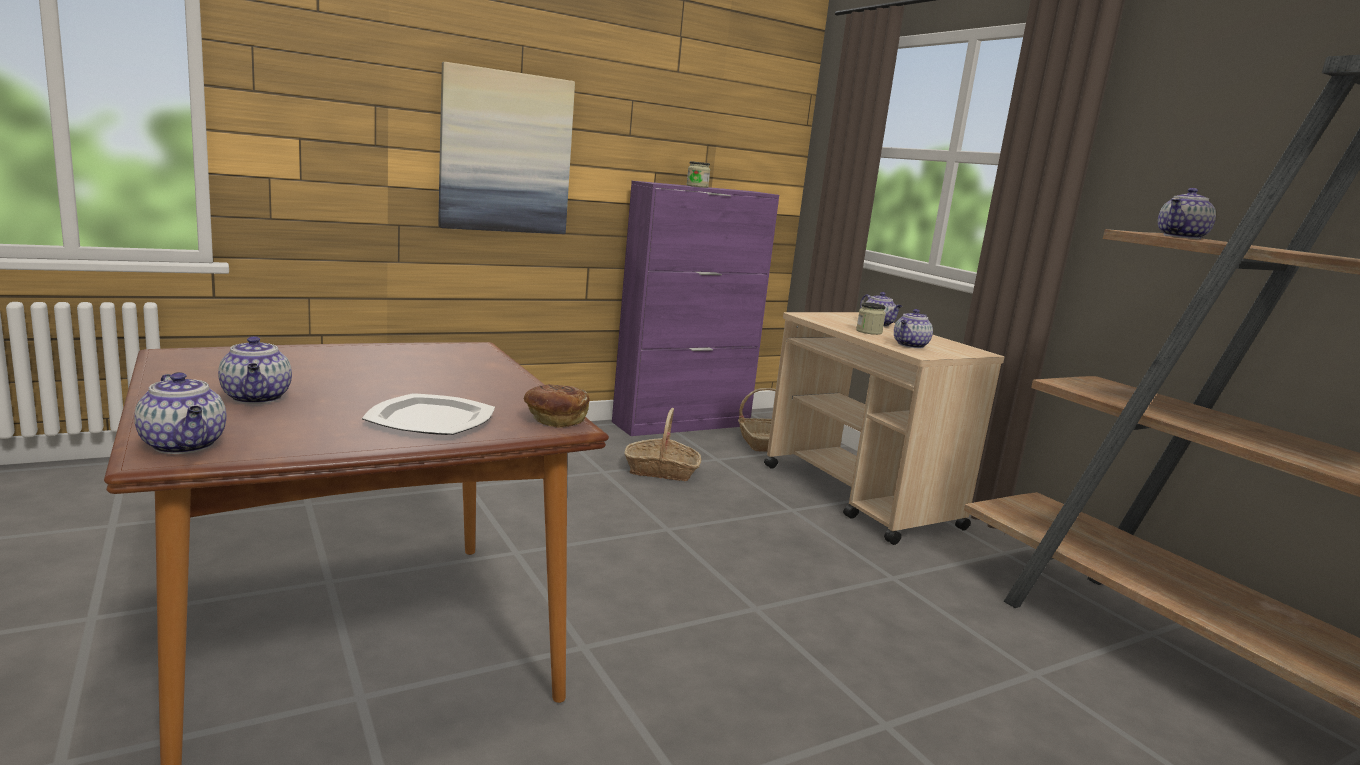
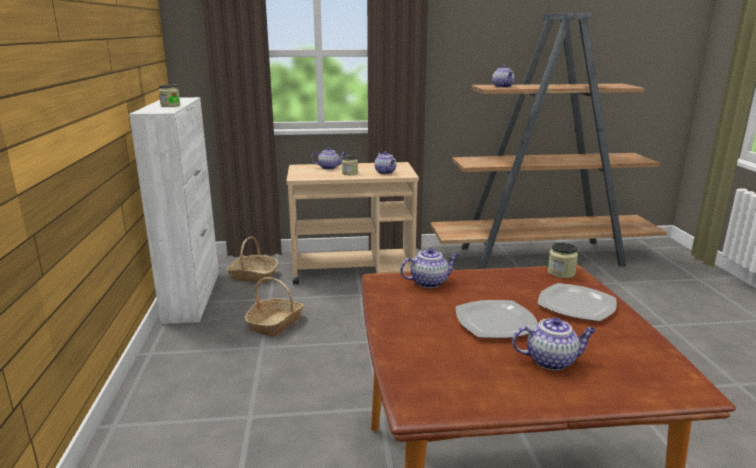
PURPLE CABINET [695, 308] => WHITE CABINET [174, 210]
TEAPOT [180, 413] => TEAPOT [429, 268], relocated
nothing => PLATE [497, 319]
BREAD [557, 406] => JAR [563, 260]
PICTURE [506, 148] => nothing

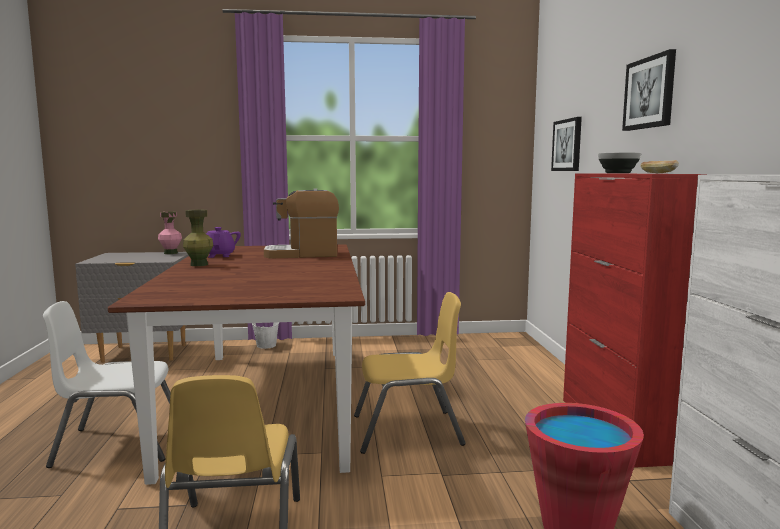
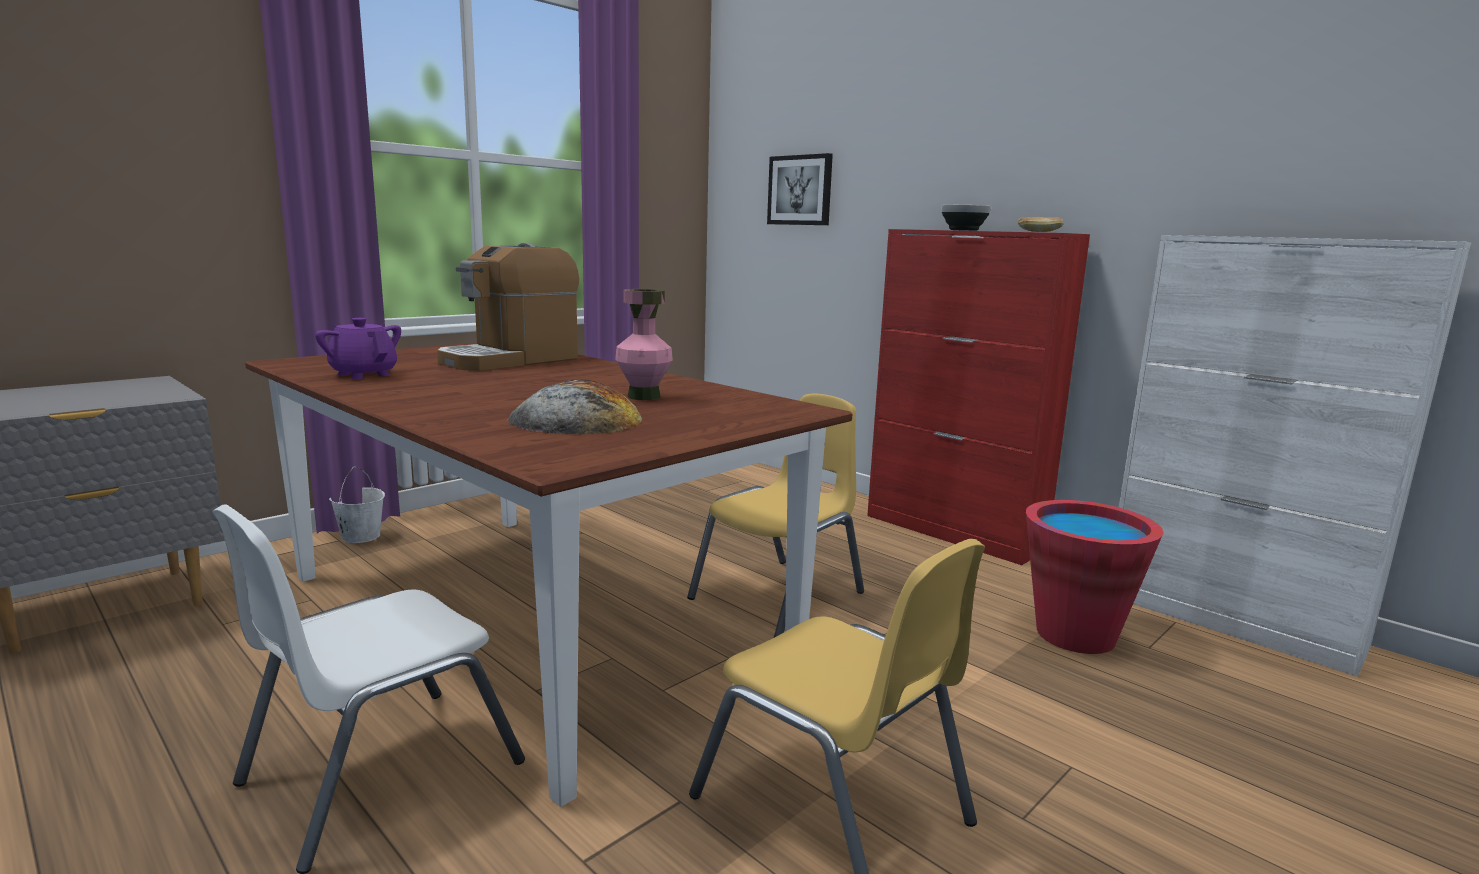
nothing => BREAD [575, 406]
PINK VASE [170, 233] => PINK VASE [644, 344], relocated
GREEN VASE [198, 238] => nothing
PICTURE [649, 90] => nothing

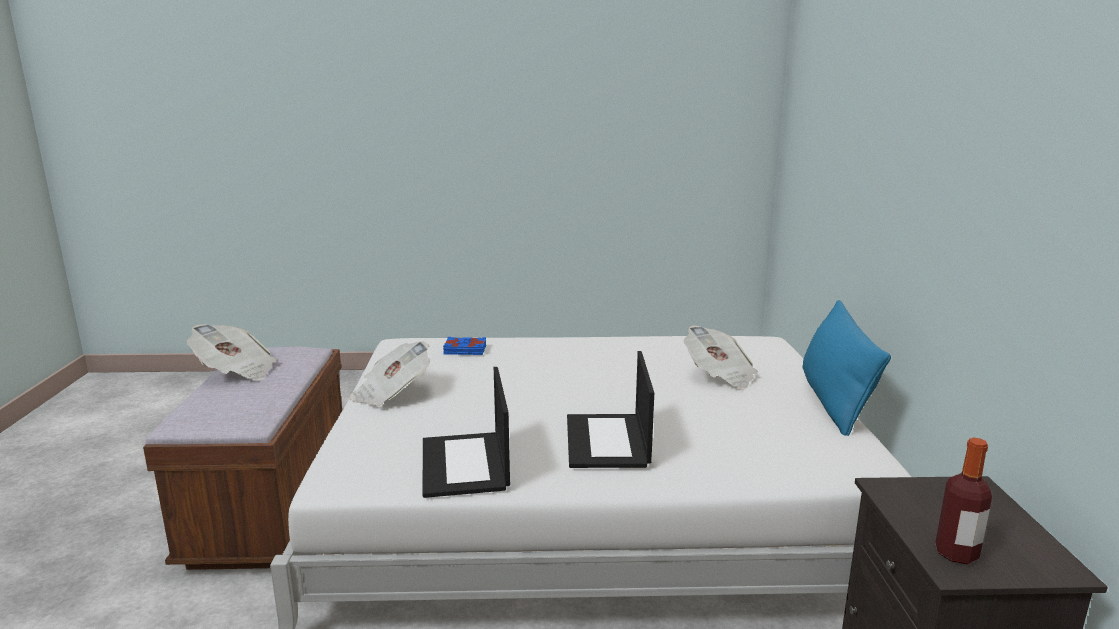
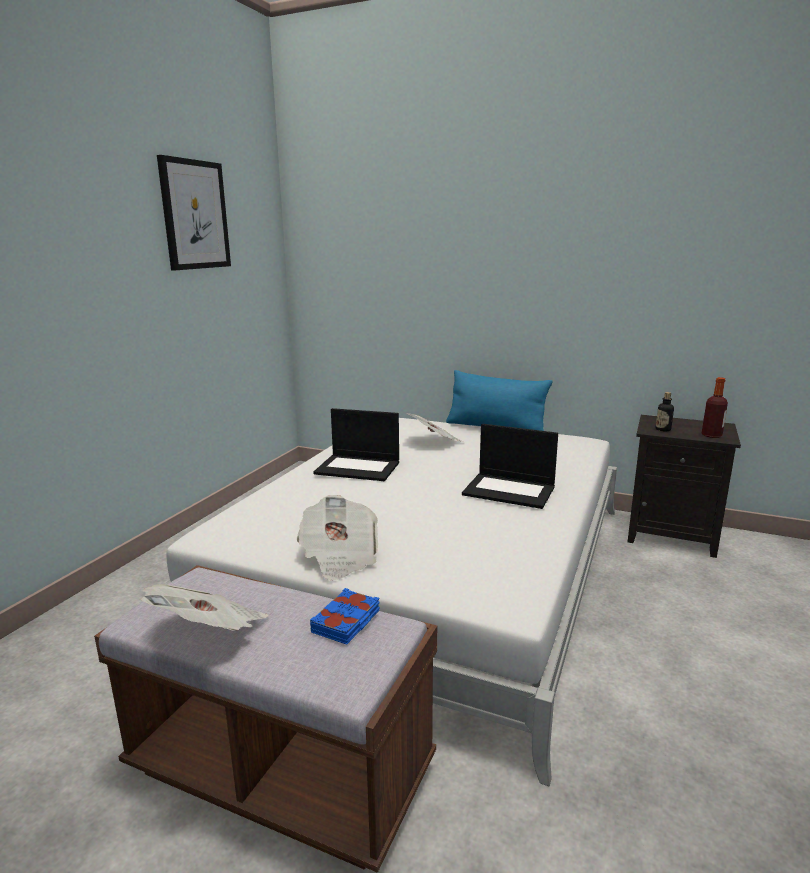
nothing => PICTURE [194, 212]
BLUE BOOK [464, 346] => BLUE BOOK [345, 616], relocated
LAPTOP [466, 432] => LAPTOP [356, 444], relocated
nothing => BOTTLE [665, 411]

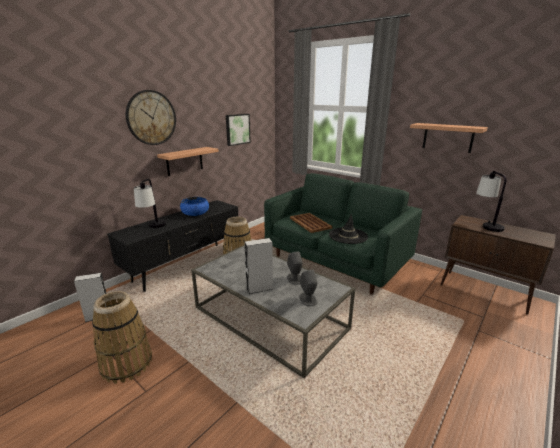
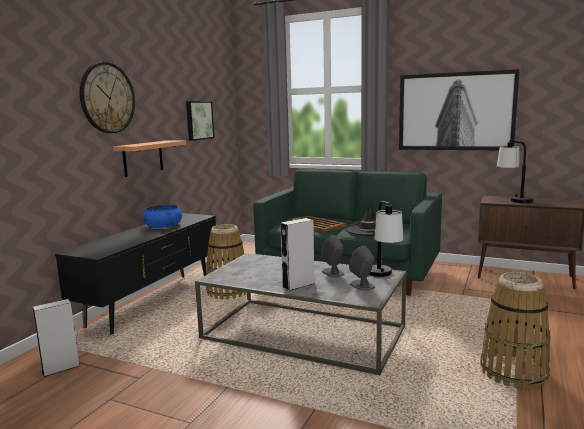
TABLE LAMP [150, 203] => TABLE LAMP [386, 239], relocated
SHELF [449, 138] => PICTURE [459, 109]
BASKET [122, 337] => BASKET [515, 331], relocated

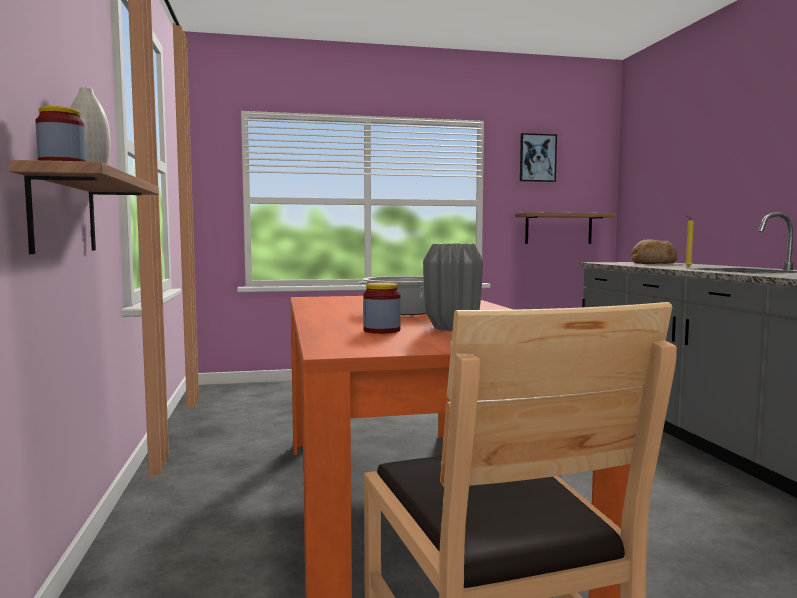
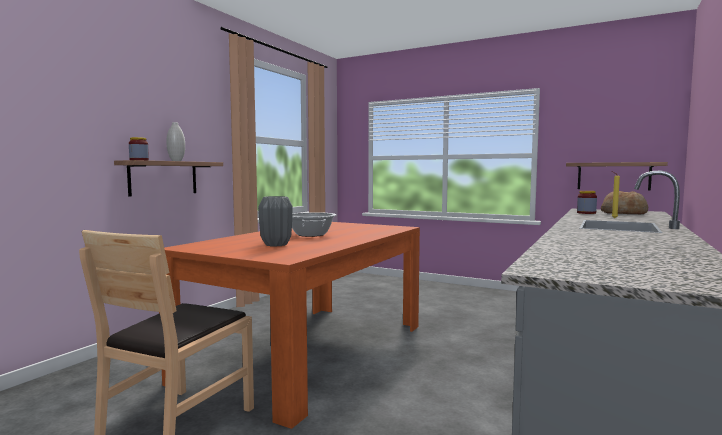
JAR [382, 308] => JAR [587, 202], relocated
PICTURE [538, 157] => nothing

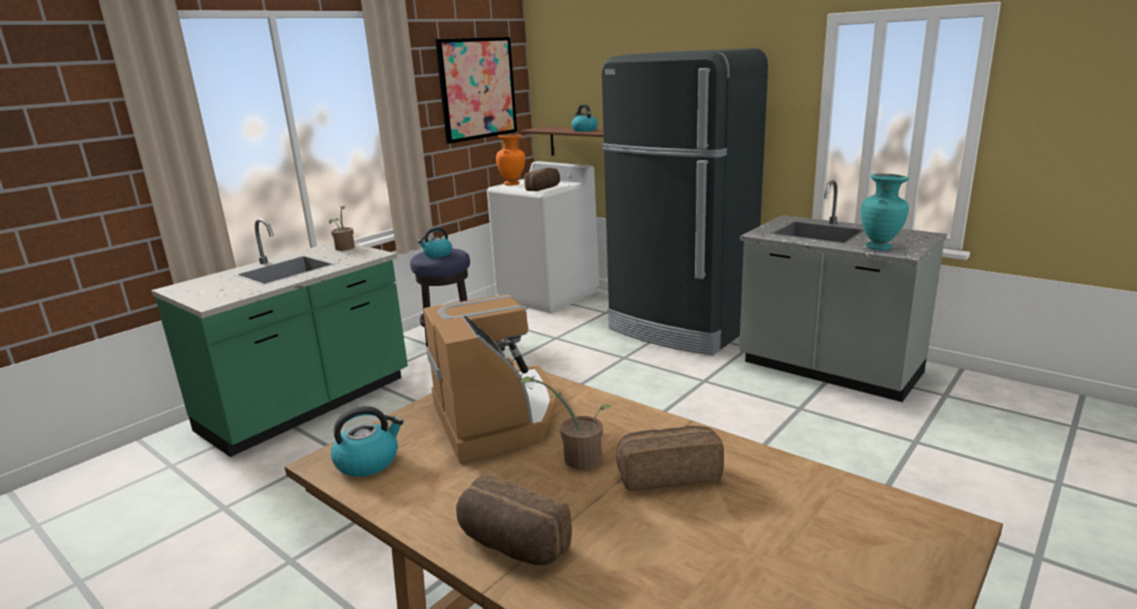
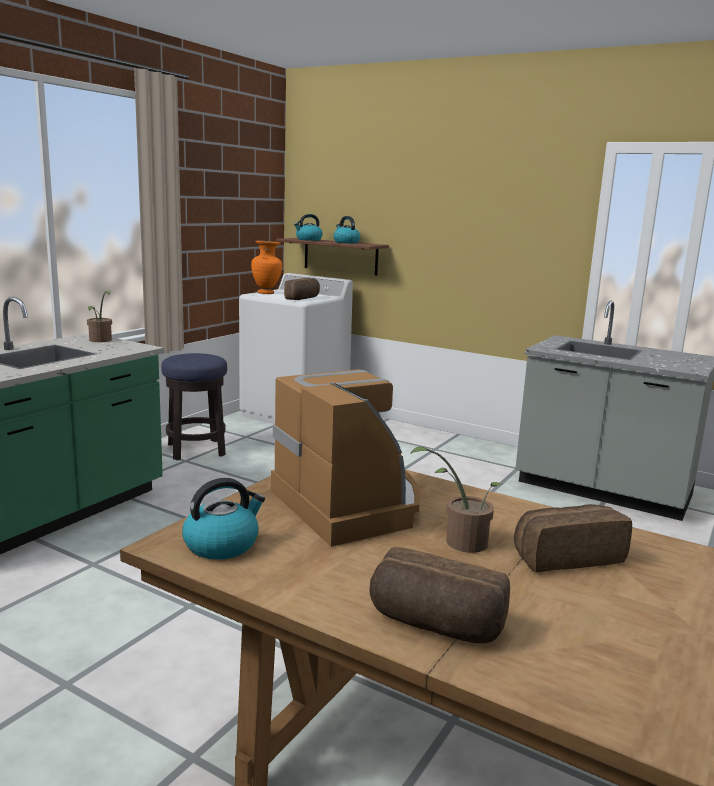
KETTLE [435, 242] => KETTLE [308, 227], relocated
PICTURE [476, 90] => nothing
BLACK FRIDGE [685, 201] => nothing
TURQUOISE VASE [885, 212] => nothing

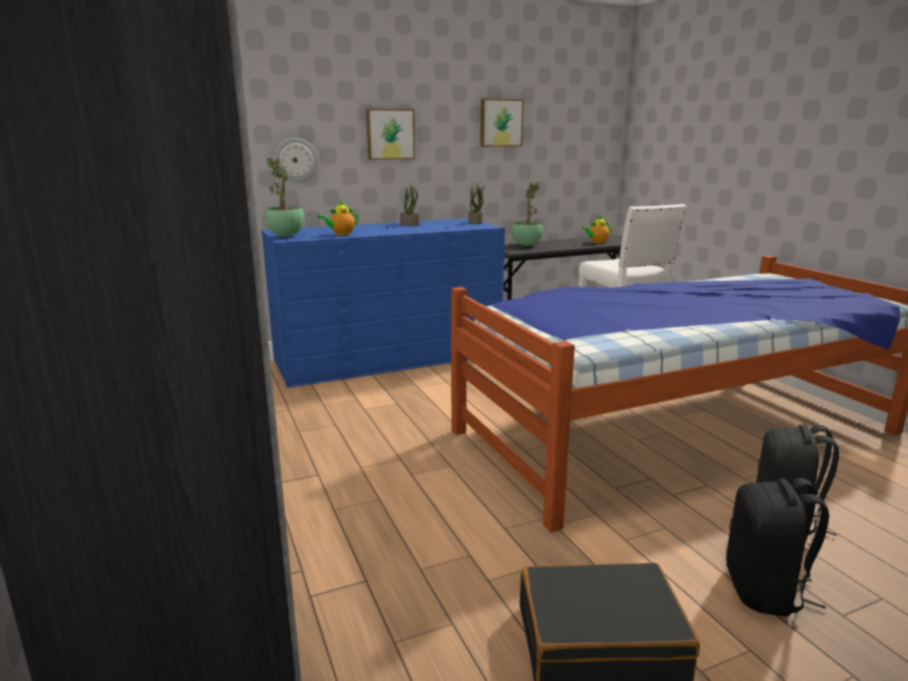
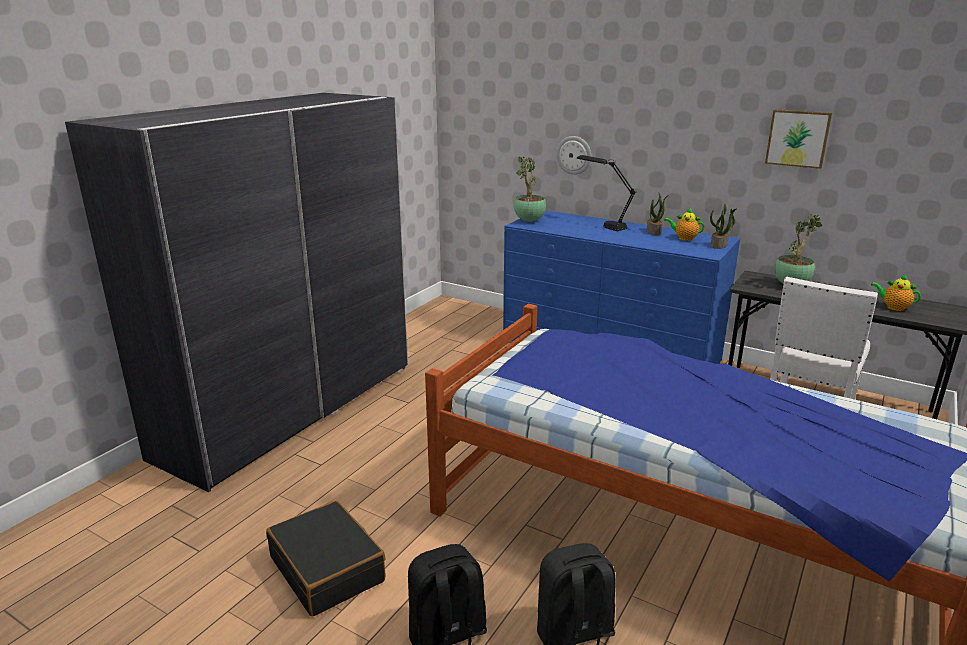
nothing => BLACK TABLE LAMP [606, 193]
TEAPOT [338, 217] => TEAPOT [684, 224], relocated
PICTURE [390, 134] => nothing

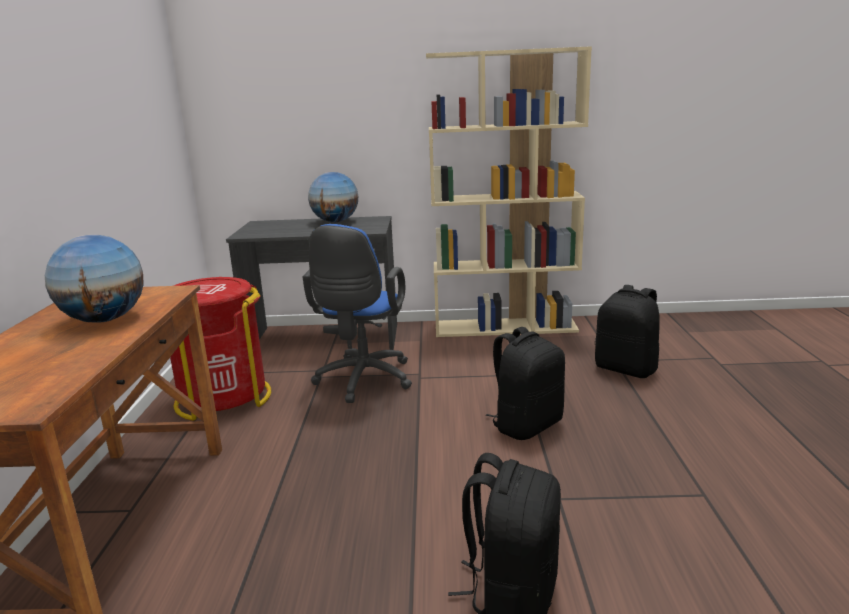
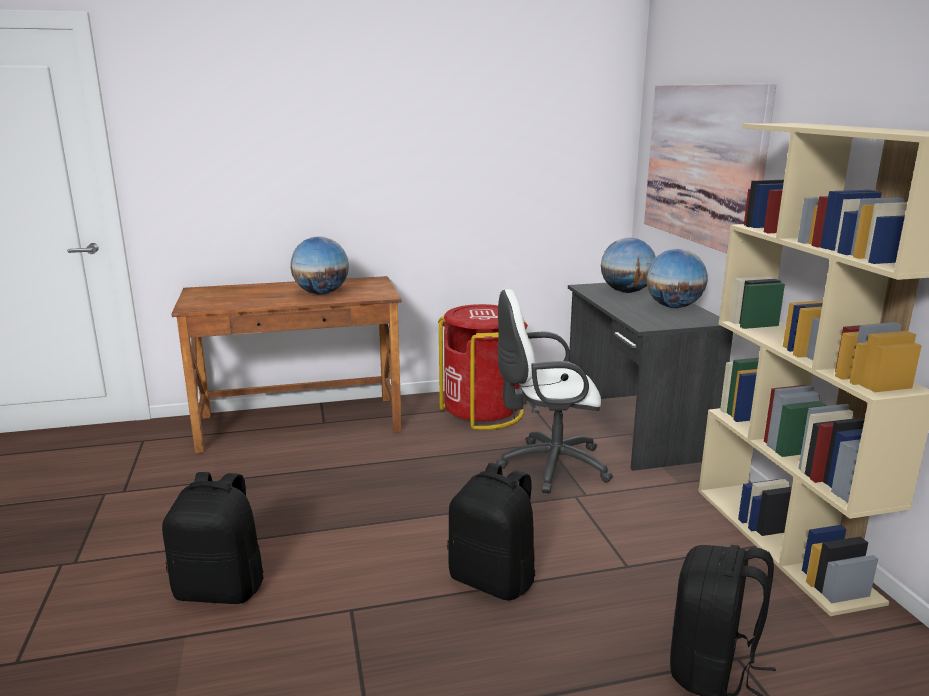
BLUE OFFICE CHAIR [357, 313] => WHITE OFFICE CHAIR [554, 391]
nothing => GLOBE [628, 265]
nothing => PICTURE [710, 168]

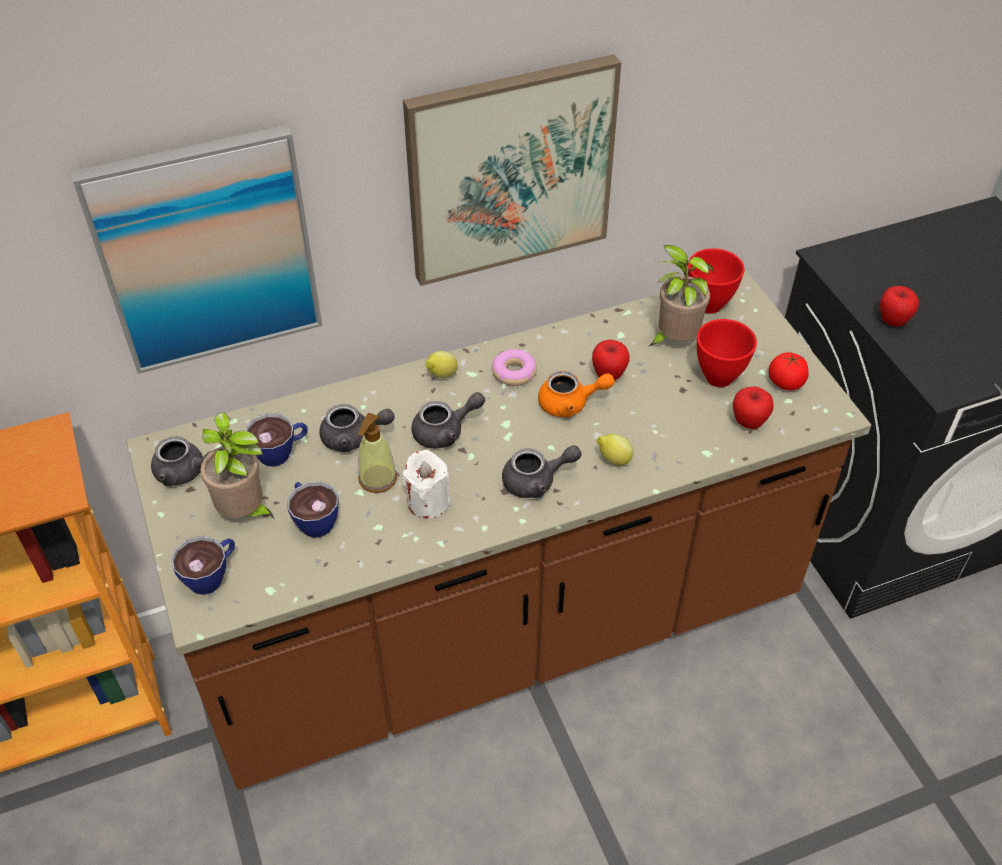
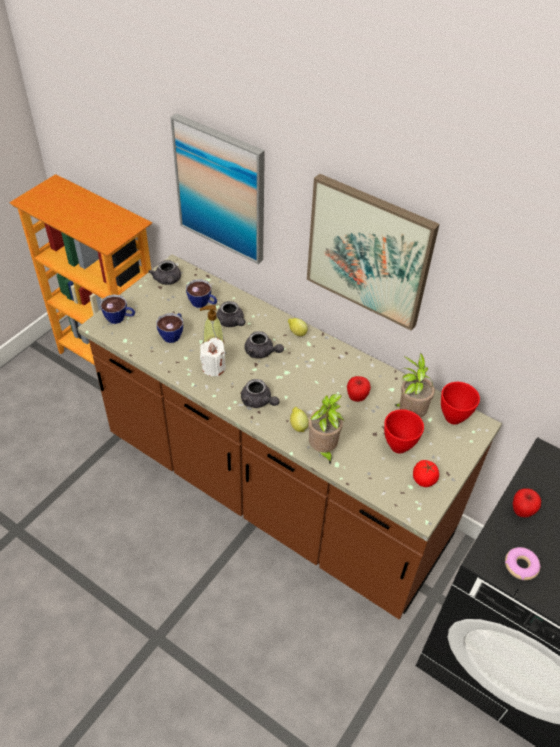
POTTED PLANT [237, 466] => POTTED PLANT [326, 429], relocated
DONUT [514, 367] => DONUT [523, 563], relocated
ORANGE TEAPOT [576, 394] => nothing
APPLE [753, 407] => nothing

